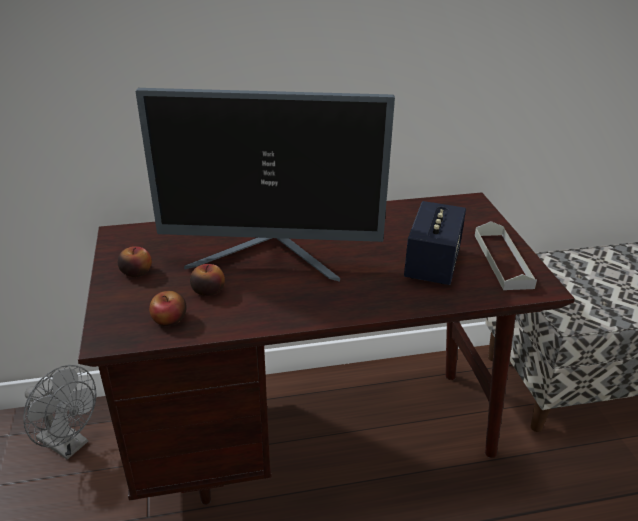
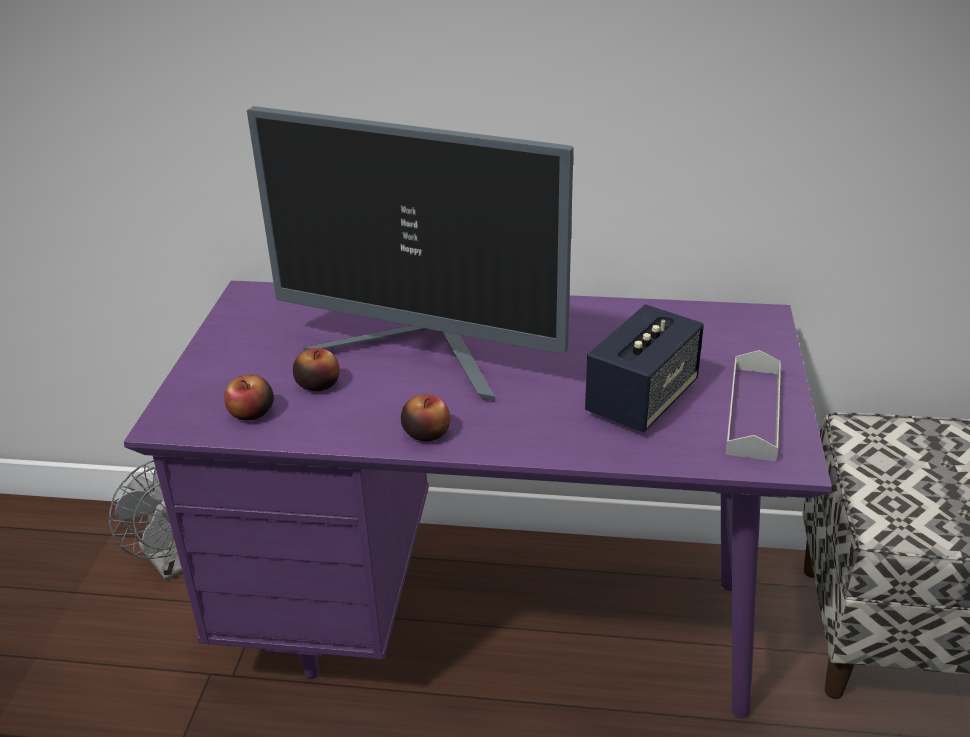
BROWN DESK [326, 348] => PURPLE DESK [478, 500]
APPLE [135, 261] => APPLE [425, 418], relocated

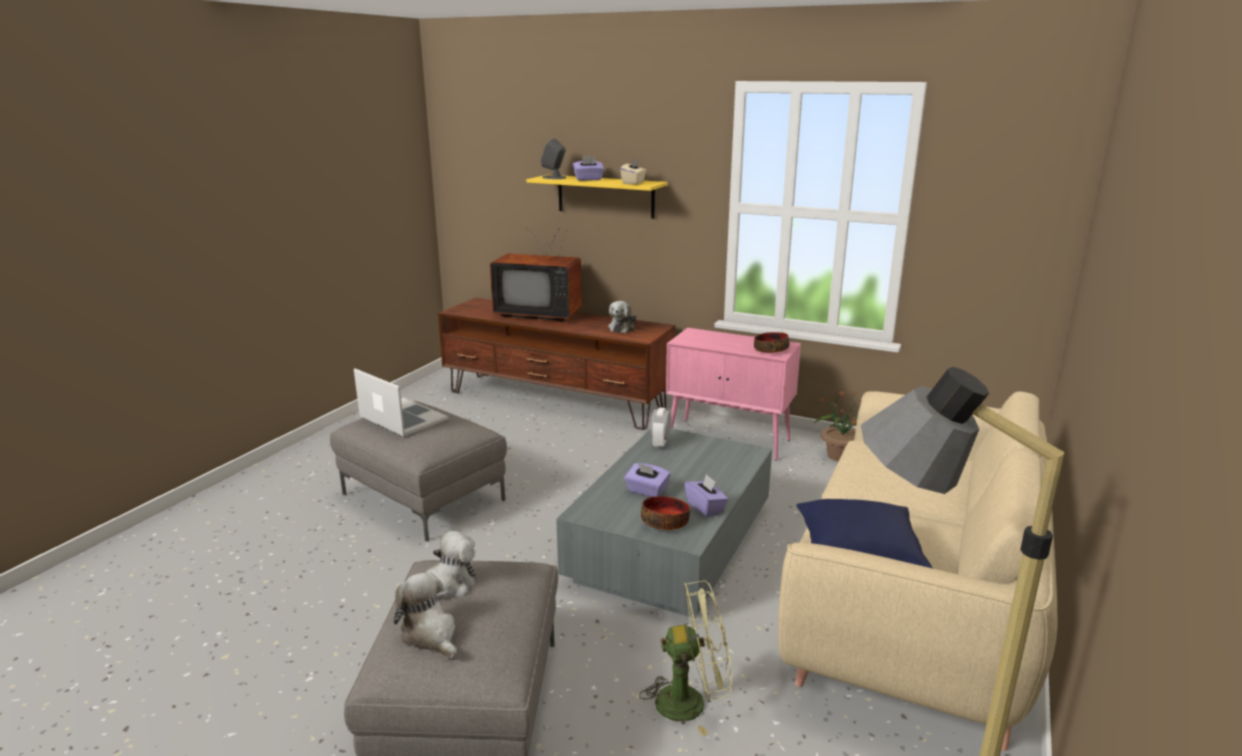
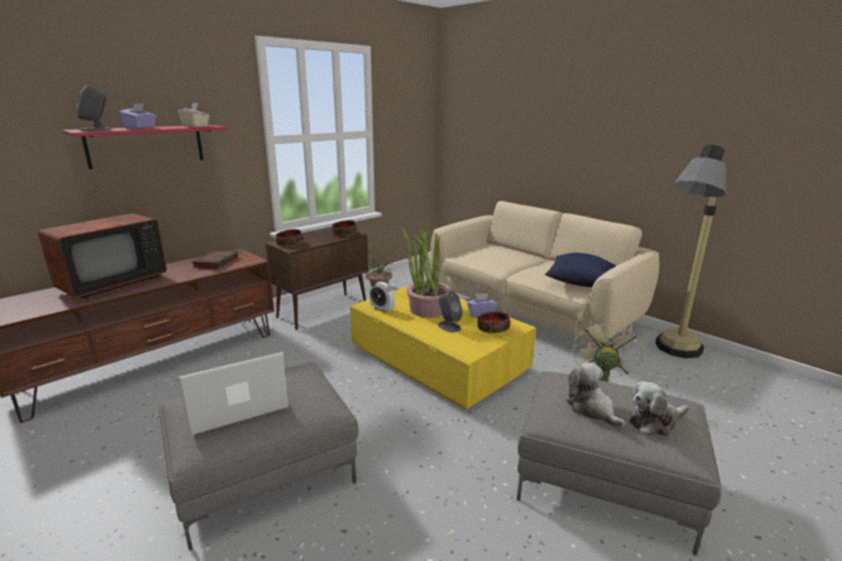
YELLOW SHELF [597, 197] => RED SHELF [144, 147]
PLUSH TOY [622, 317] => BOOK [215, 260]
PINK CABINET [733, 394] => BROWN CABINET [317, 279]
nothing => BOWL [289, 238]
GREY COFFEE TABLE [664, 523] => YELLOW COFFEE TABLE [443, 348]
nothing => POTTED PLANT [427, 271]
PURPLE TISSUE BOX [647, 480] => GREY SPEAKER [450, 311]

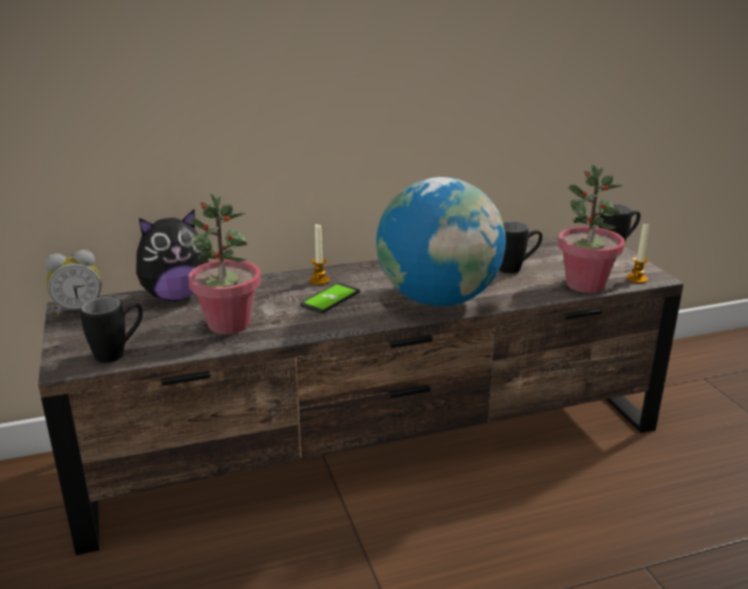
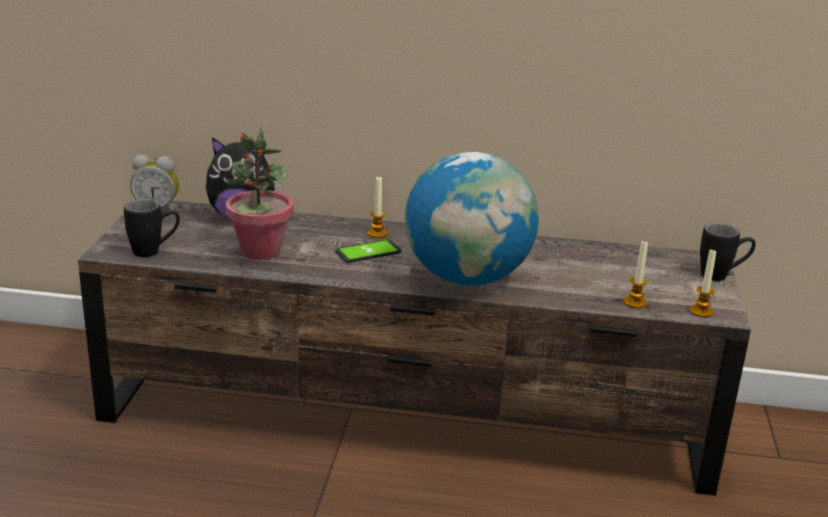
POTTED PLANT [591, 228] => CANDLE [636, 274]
BLACK MUG [520, 247] => nothing

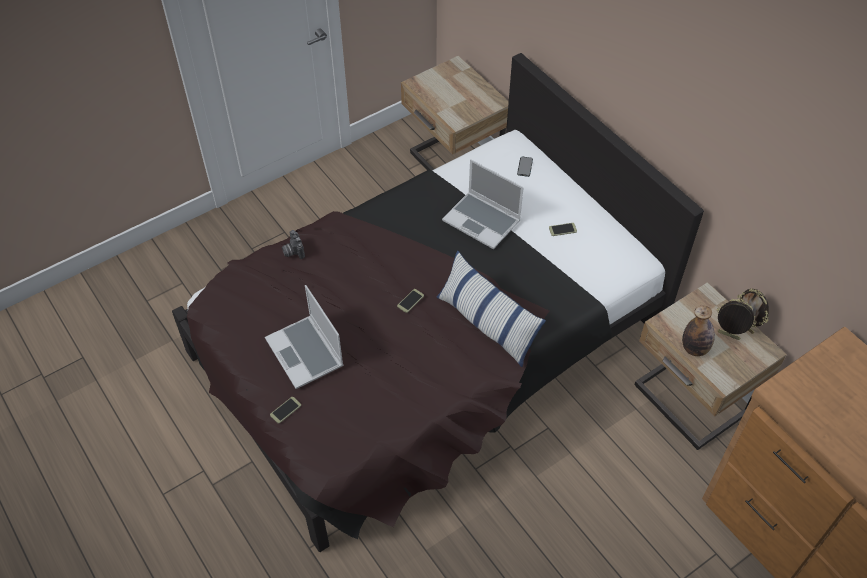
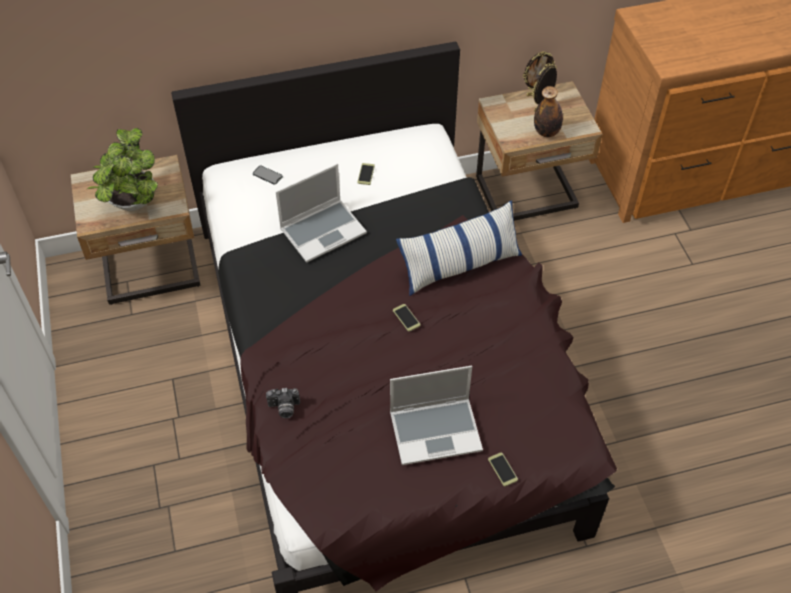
nothing => POTTED PLANT [122, 169]

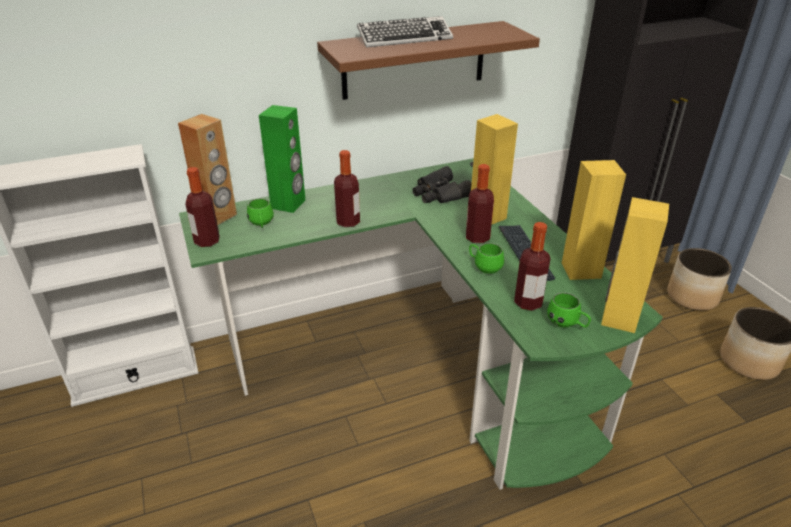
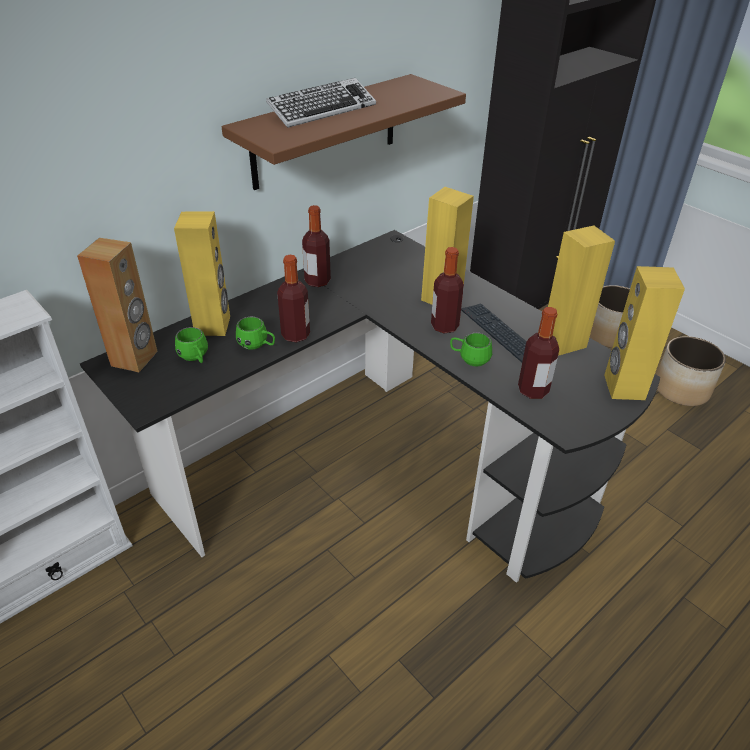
GREEN DESK [421, 324] => BLACK DESK [370, 406]
GREEN SPEAKER [282, 159] => YELLOW SPEAKER [202, 273]
GREEN MUG [569, 310] => GREEN MUG [255, 333], relocated
BOTTLE [202, 207] => BOTTLE [316, 246], relocated
BLACK BINOCULARS [442, 184] => nothing

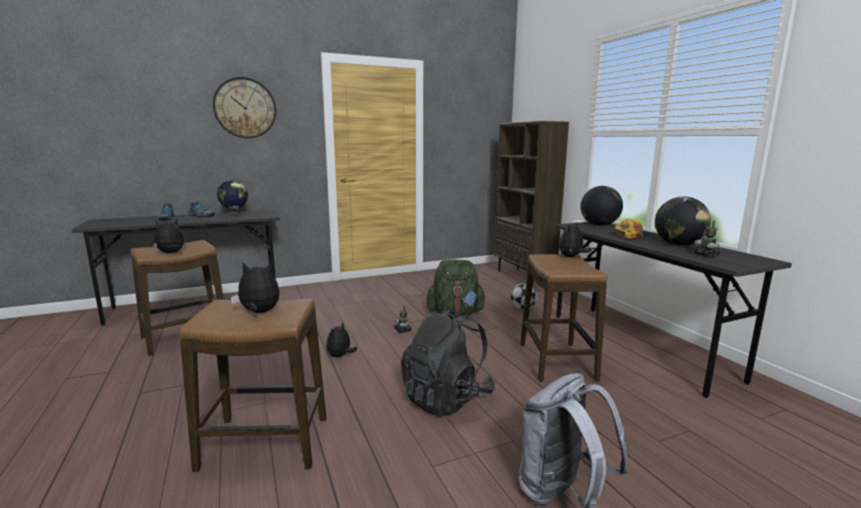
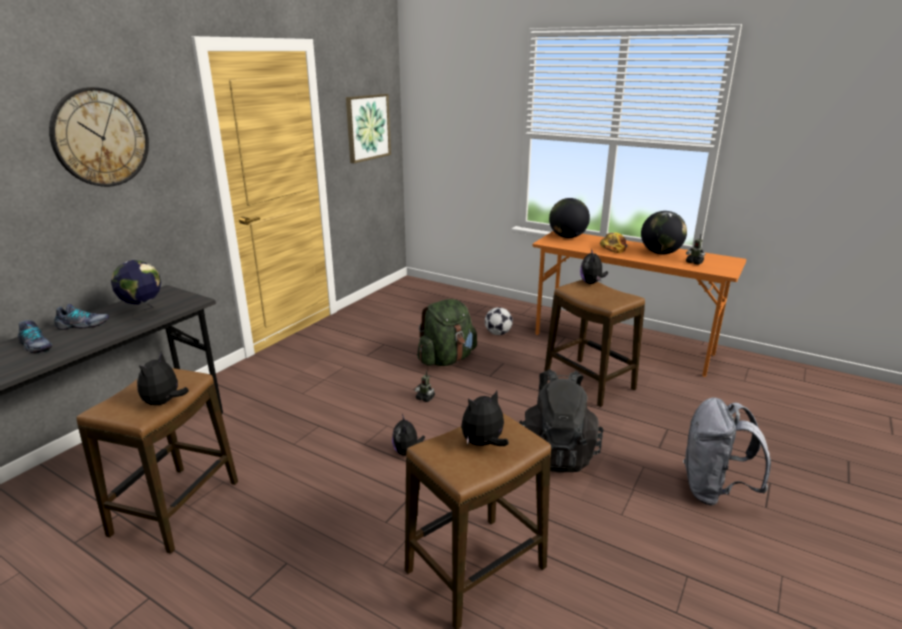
nothing => PICTURE [368, 128]
GREY DESK [673, 310] => ORANGE DESK [639, 304]
BROWN BOOKCASE [531, 196] => nothing

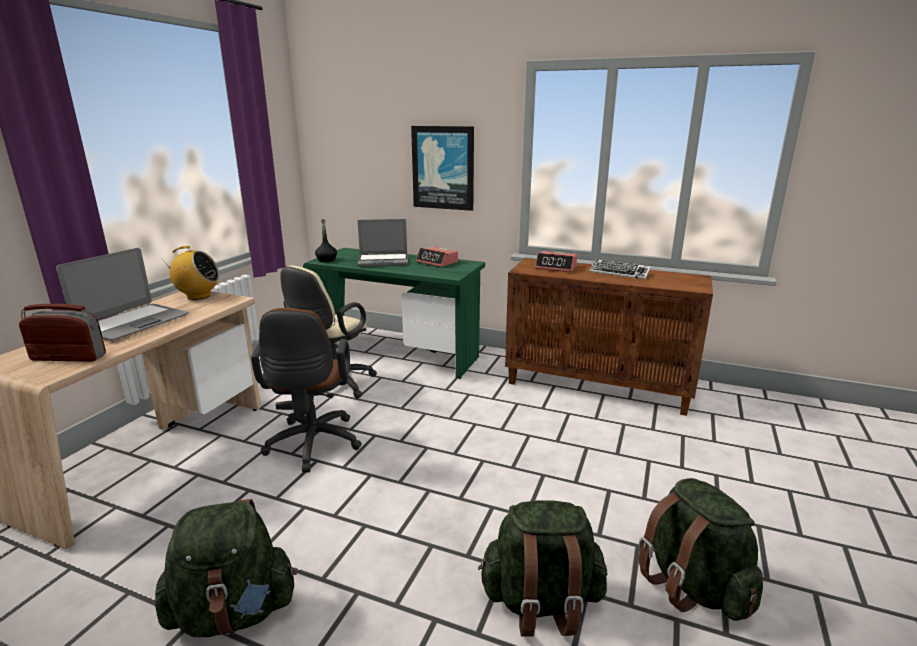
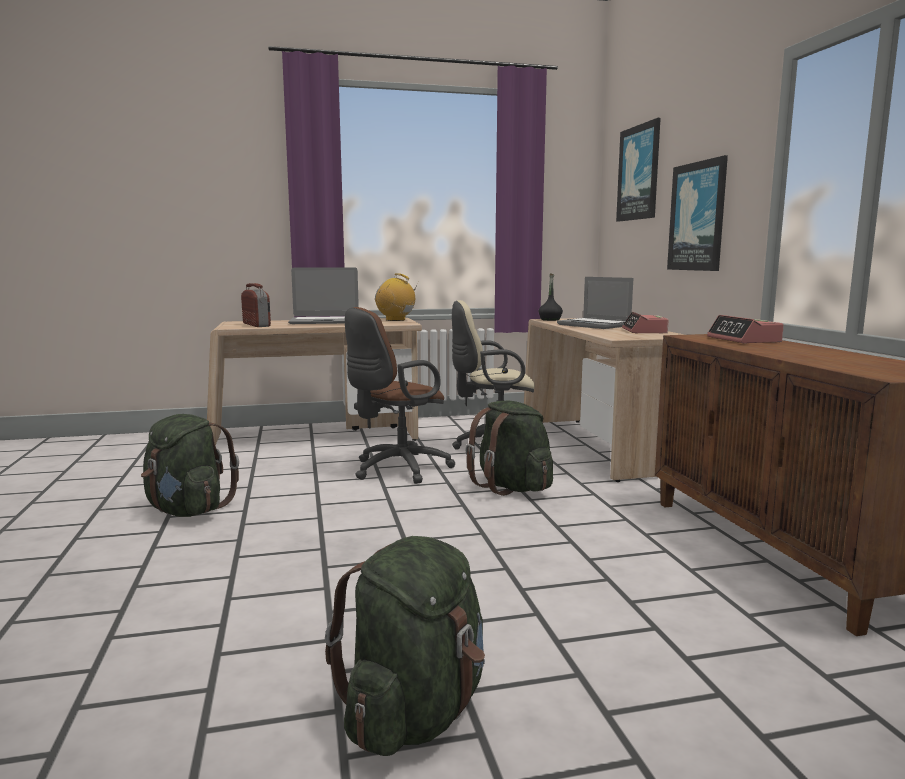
RADIO [190, 273] => RADIO [397, 297], 150 degrees clockwise
GREEN BACKPACK [542, 568] => GREEN BACKPACK [509, 448], relocated
GREEN DESK [394, 313] => BEIGE DESK [604, 400]
nothing => PICTURE [638, 170]
KEYBOARD [620, 269] => nothing

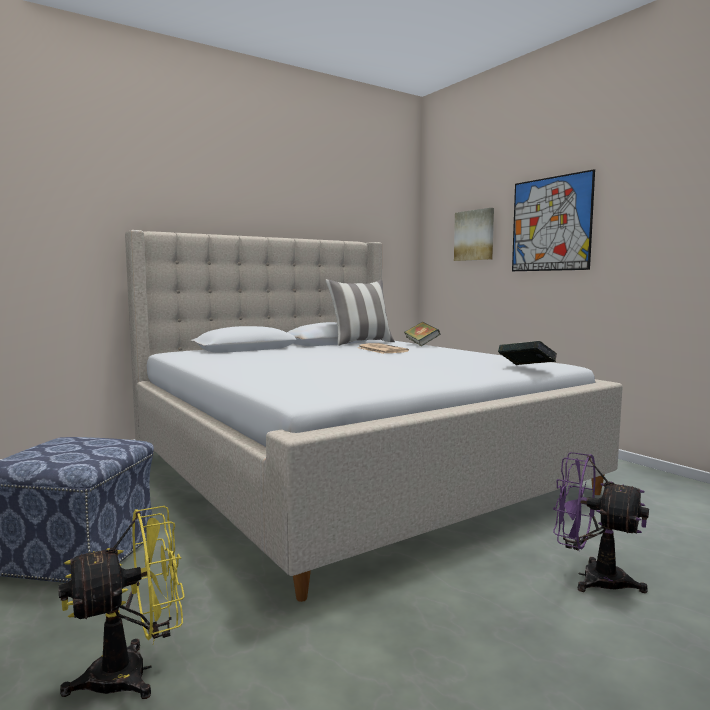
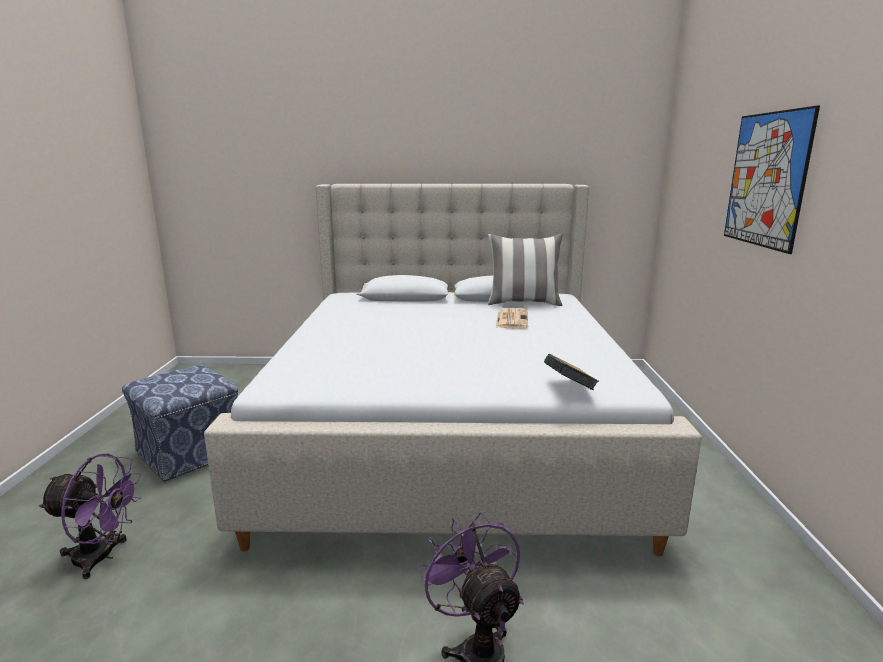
YELLOW FAN [121, 602] => PURPLE FAN [90, 516]
BOOK [422, 334] => nothing
PICTURE [474, 234] => nothing

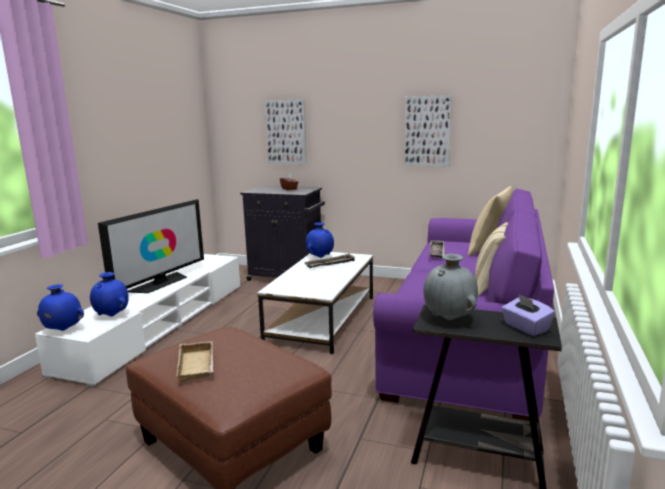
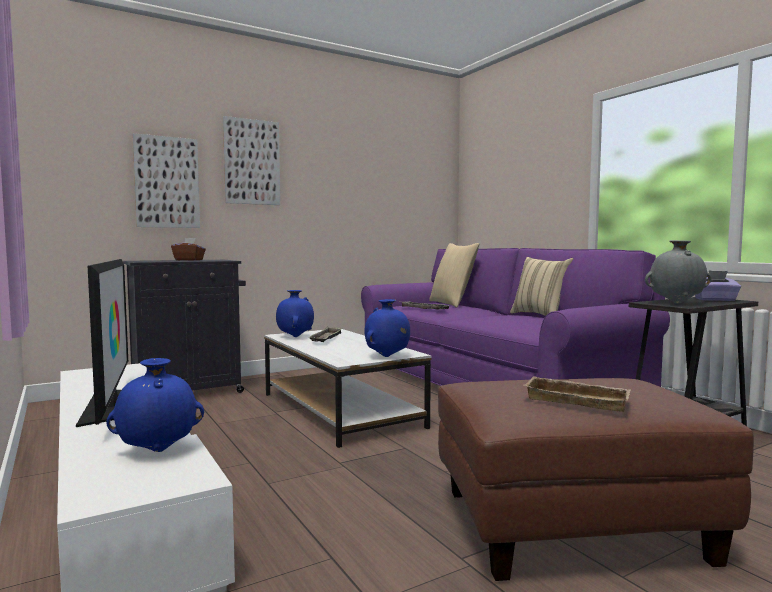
PICTURE [428, 130] => PICTURE [251, 160], relocated
BLUE VASE [60, 307] => BLUE VASE [387, 328], relocated

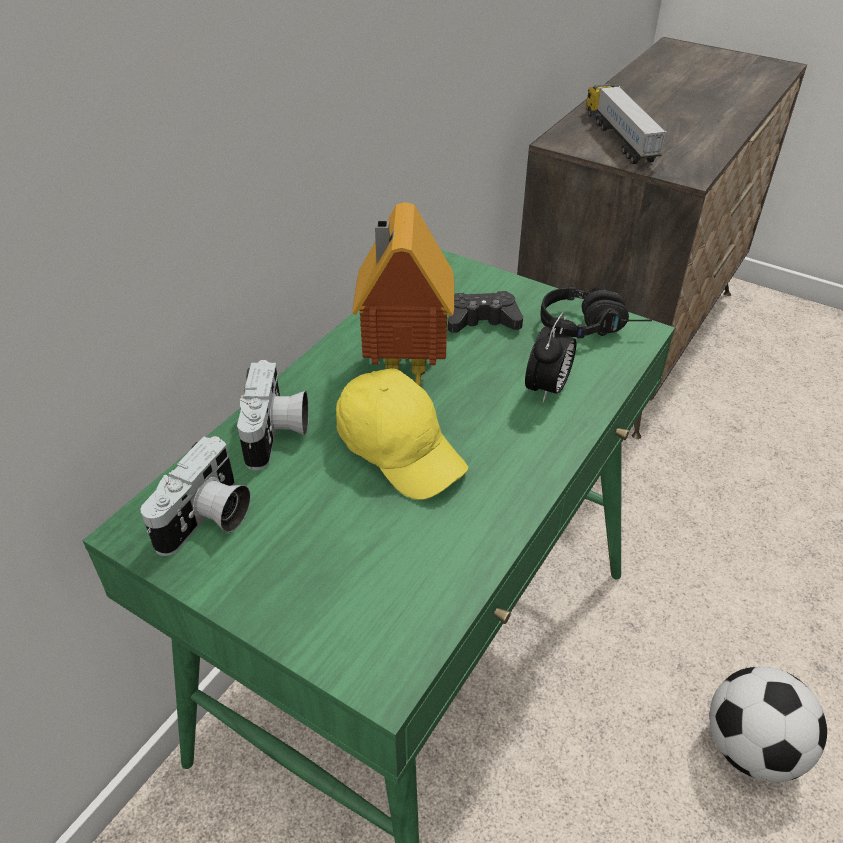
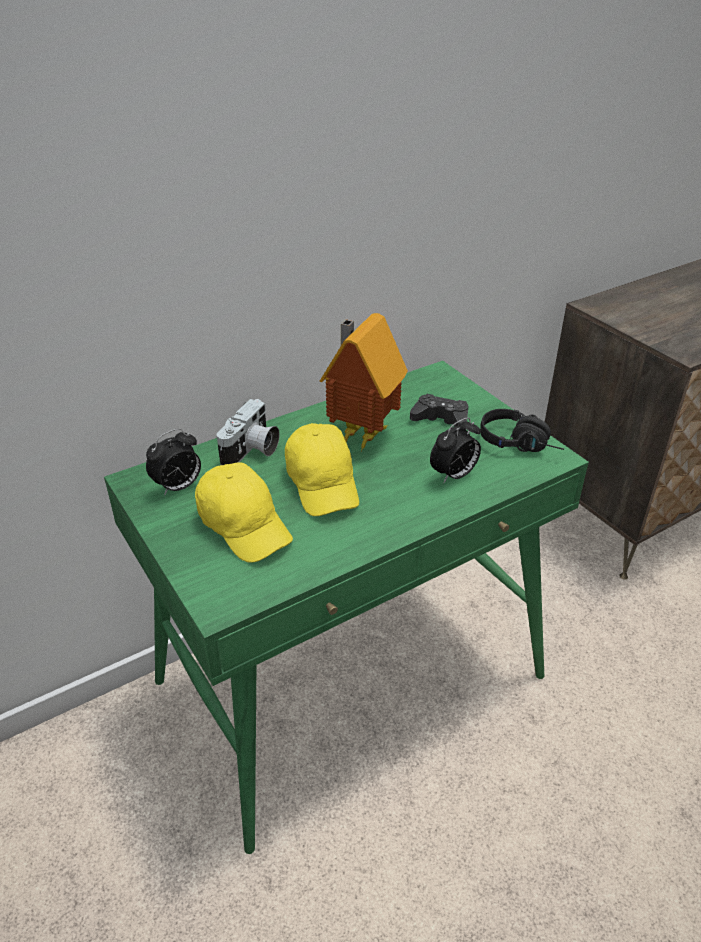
PHOTO CAMERA [195, 496] => ALARM CLOCK [173, 462]
nothing => YELLOW CAP [244, 512]
TOY TRUCK [626, 124] => nothing
FOOTBALL [768, 724] => nothing

